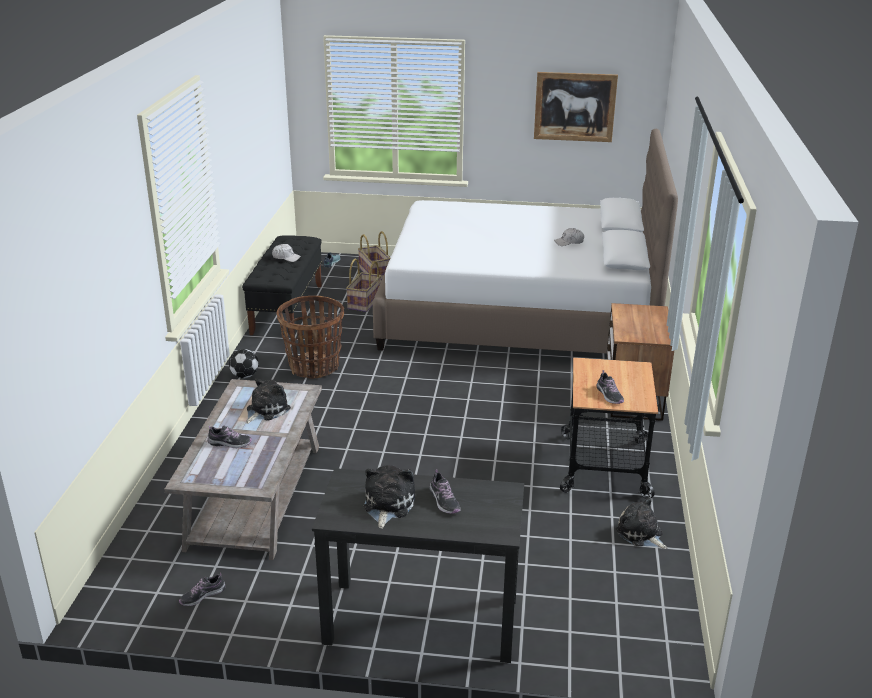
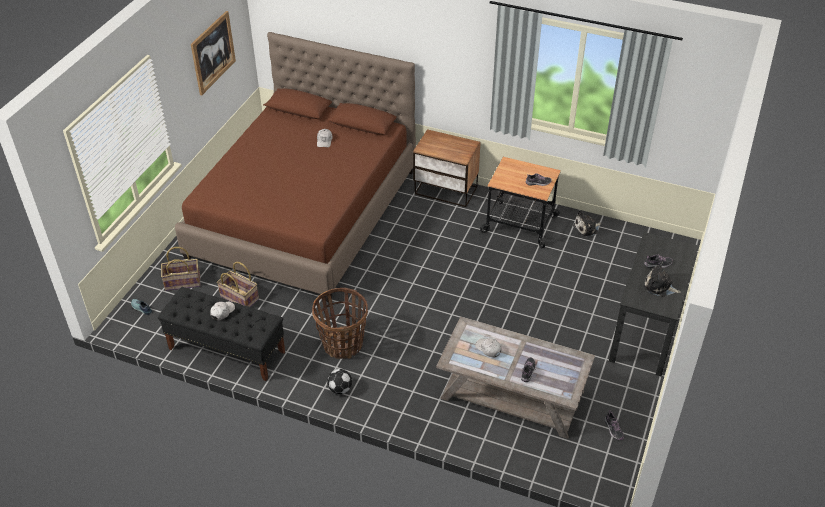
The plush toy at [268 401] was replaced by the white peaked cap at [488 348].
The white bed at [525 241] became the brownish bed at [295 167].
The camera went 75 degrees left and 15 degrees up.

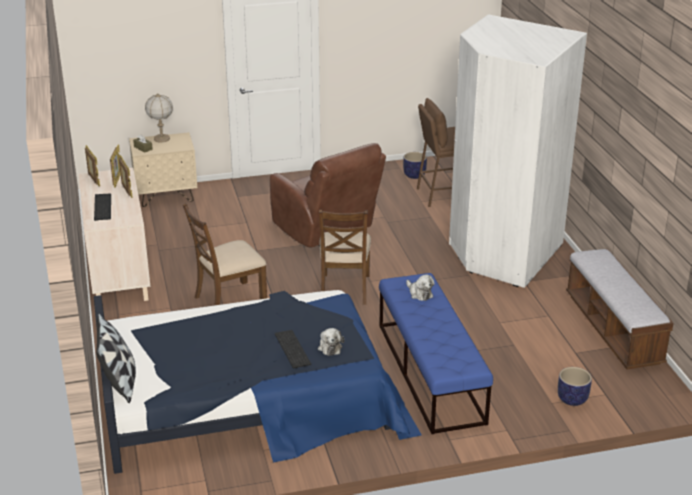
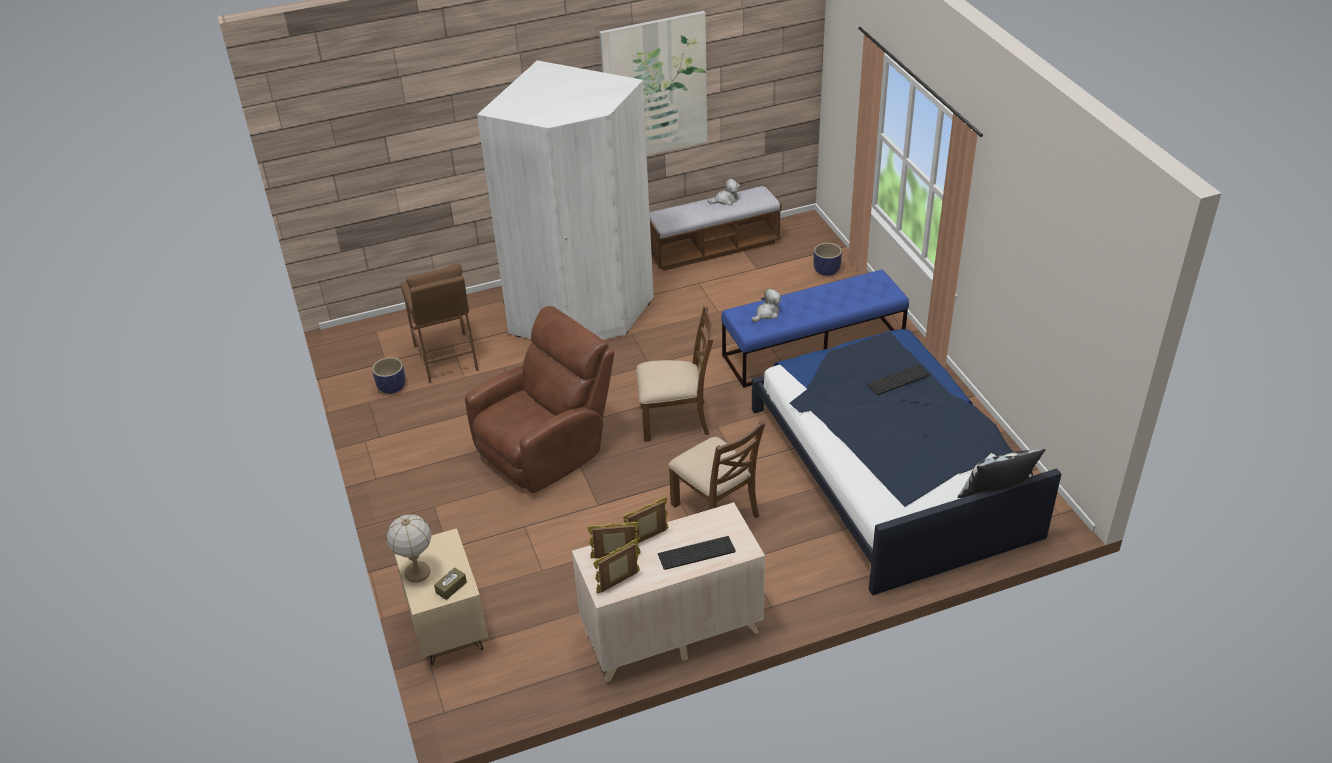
The plush toy moved from [331 342] to [723 192].
The wall art at [653 83] appeared.
The camera went 95 degrees left and 10 degrees up.

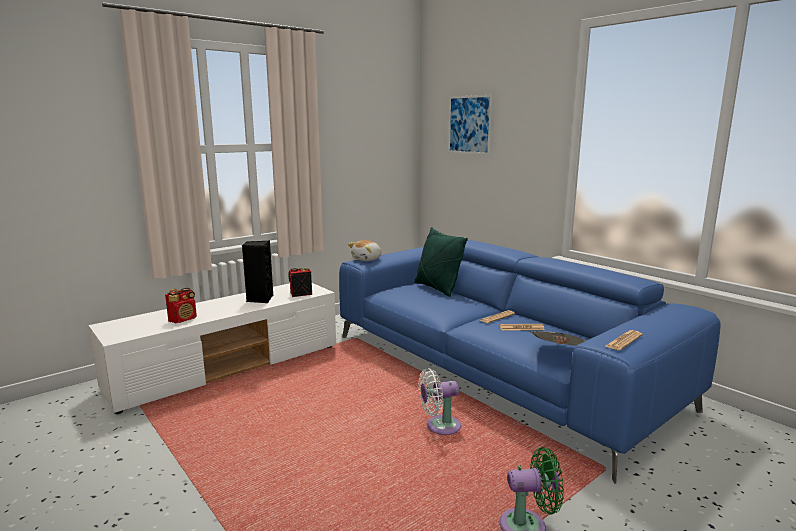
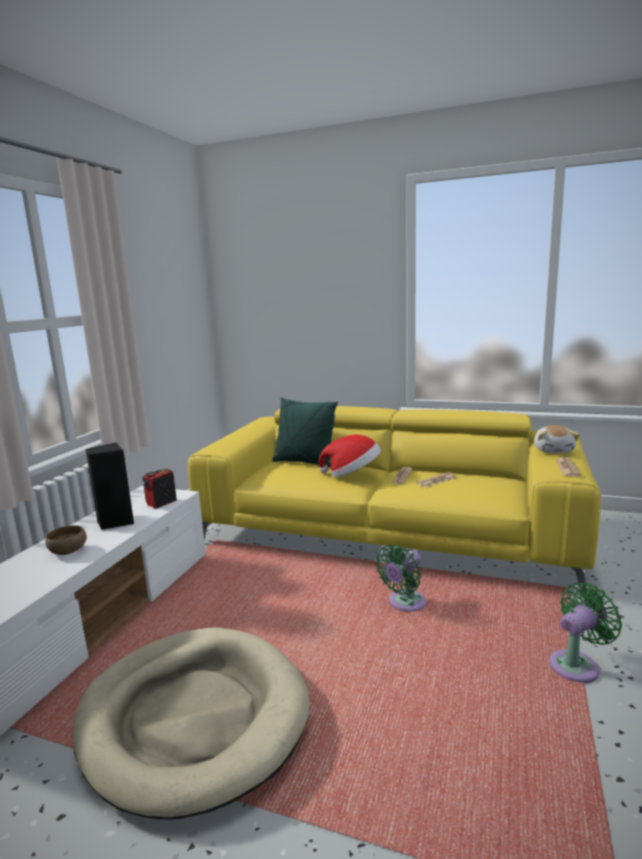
The radio set at [181 306] disappeared.
The blue-coloured sofa at [530 362] became the yellow-coloured sofa at [394 501].
The plush toy moved from [365 250] to [557 439].
The white electric fan at [439 401] became the green-coloured electric fan at [401 578].
The wall art at [470 125] disappeared.
The printed paper at [557 338] disappeared.
The brownish deep dish at [66 540] appeared.
The sand-coloured dog bed at [191 723] appeared.
The wearable hat at [350 456] appeared.
The camera went 30 degrees left and 0 degrees up.

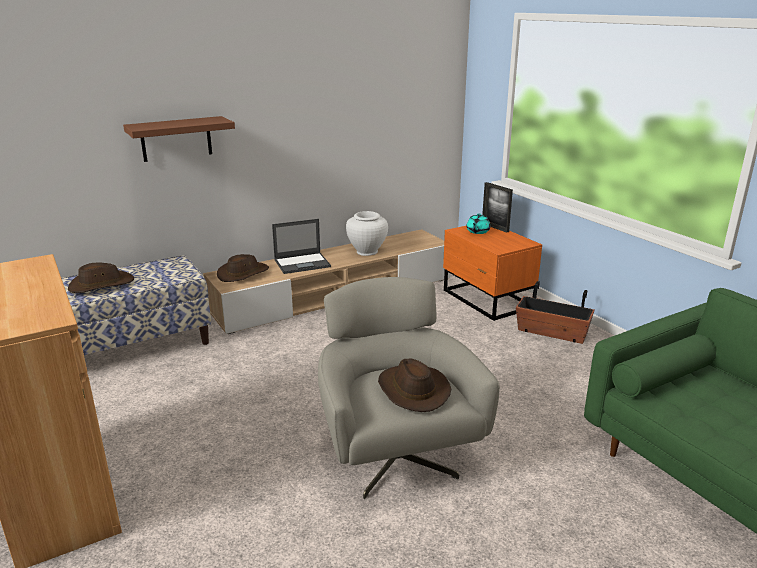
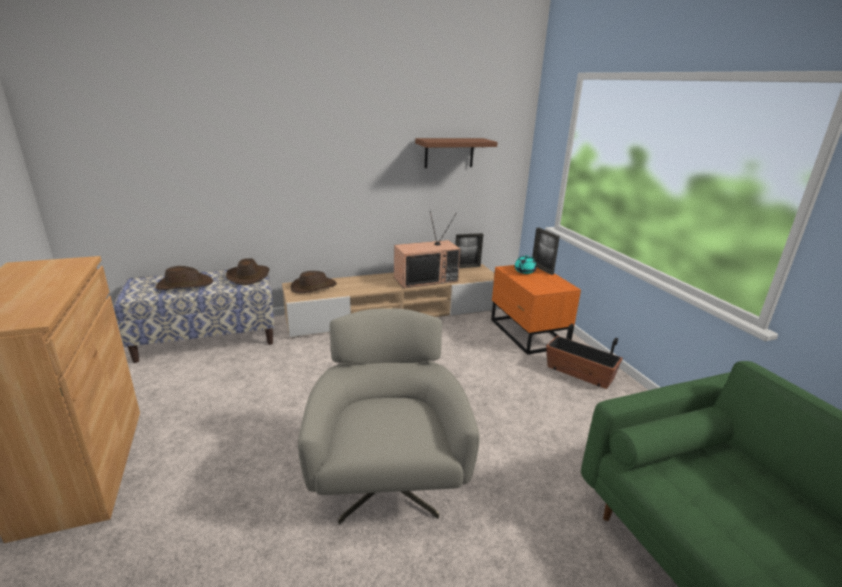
The brownish wall shelf moved from [179 139] to [456 153].
The laptop at [301 246] disappeared.
The white vase at [367 233] was replaced by the television at [427 249].
The brownish wearable hat moved from [414 385] to [247 271].
The photo frame at [469 250] appeared.
The camera went 10 degrees right and 0 degrees up.

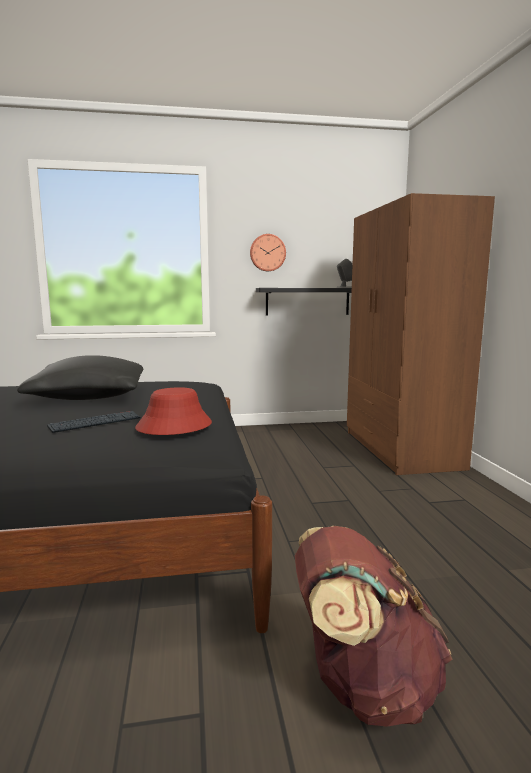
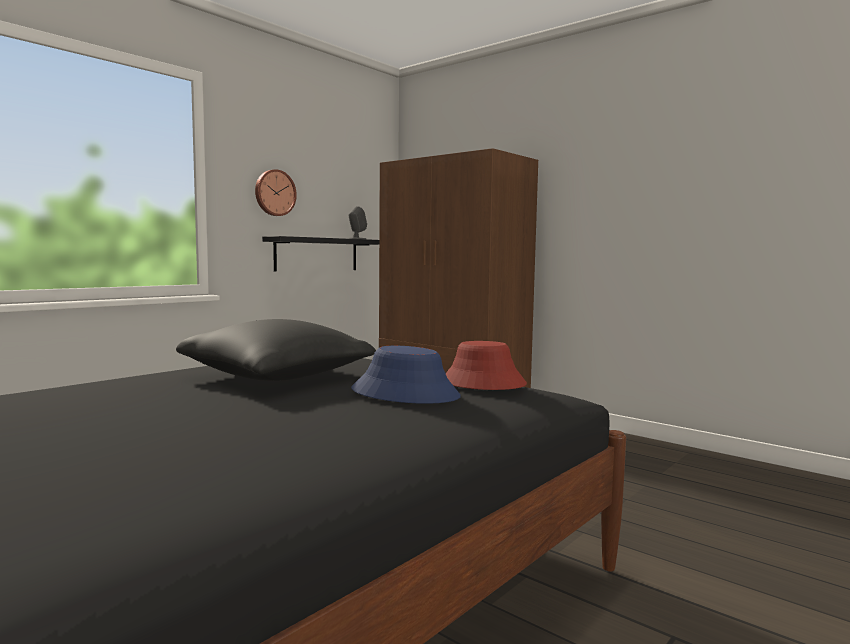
The computer keyboard at [93 422] was replaced by the blue-coloured wearable hat at [406 375].
The brownish backpack at [374 626] disappeared.
The camera went 40 degrees left and 5 degrees down.

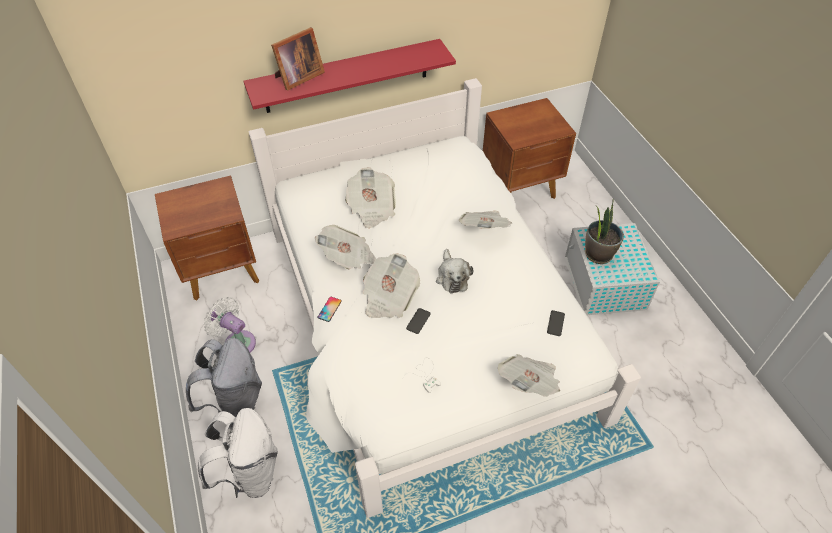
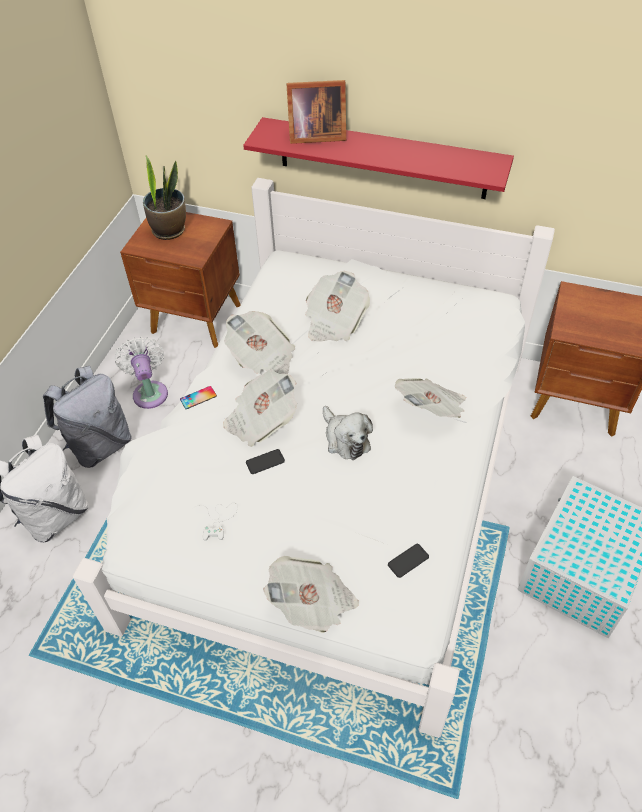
The plush toy at [454 271] turned 60 degrees counterclockwise.
The houseplant moved from [604 231] to [164 198].
The camera went 40 degrees right and 0 degrees up.

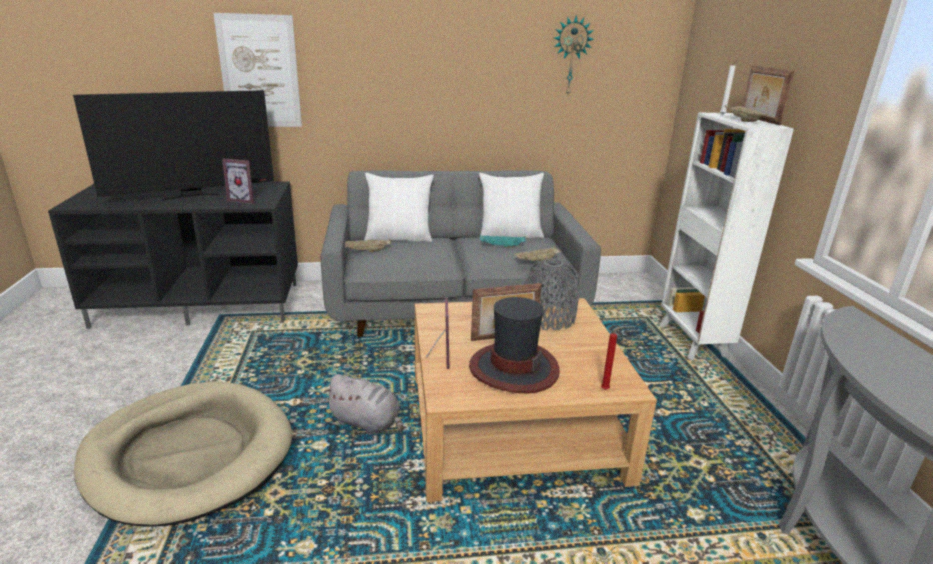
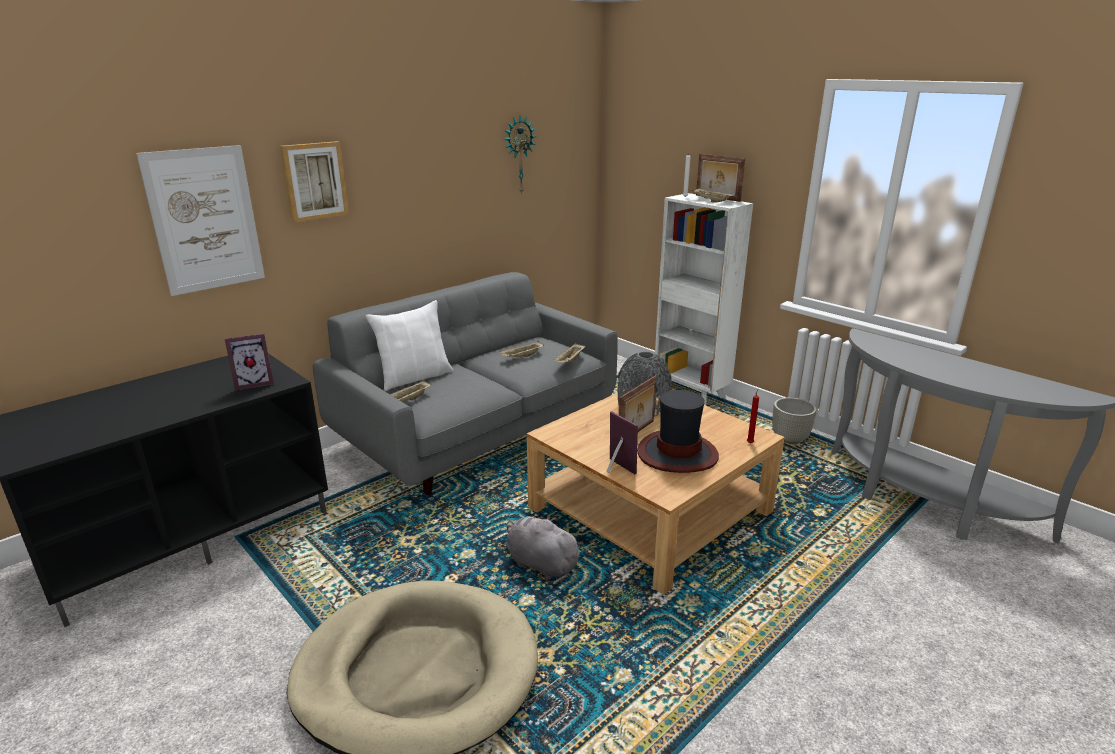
The television at [173 145] disappeared.
The grey plush toy at [363 404] turned 135 degrees counterclockwise.
The white cushion at [511 205] disappeared.
The turquoise tray at [503 241] became the sand-coloured tray at [522 349].
The wall art at [314 182] appeared.
The grey flower pot at [794 420] appeared.
The camera went 35 degrees left and 0 degrees up.

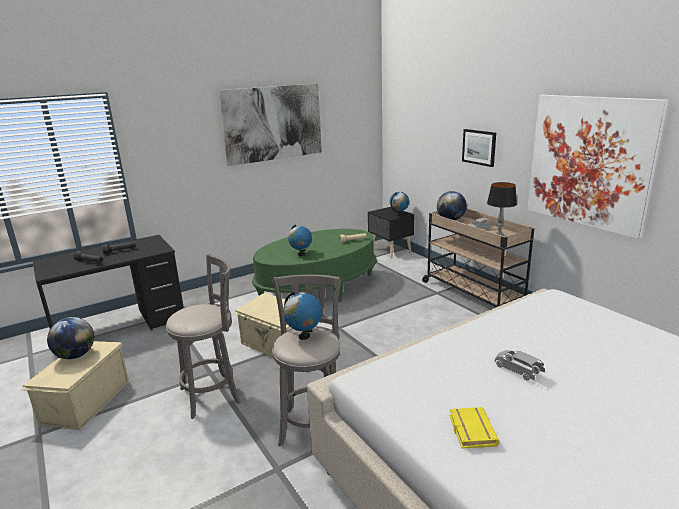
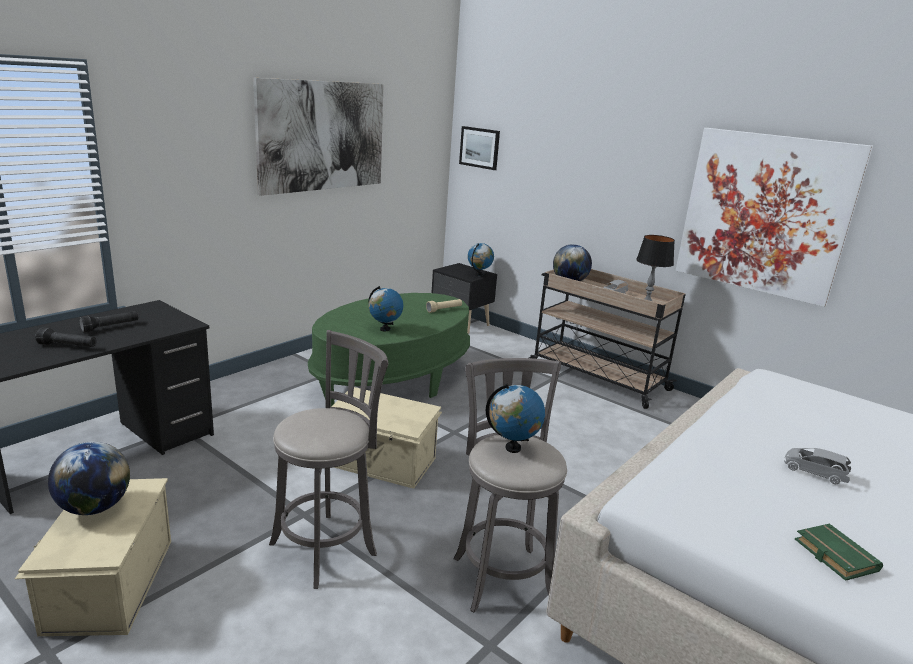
The yellow-coloured book at [474 428] became the green-coloured book at [839 552].
The wall art moved from [479 148] to [479 148].
The camera went 20 degrees left and 0 degrees up.

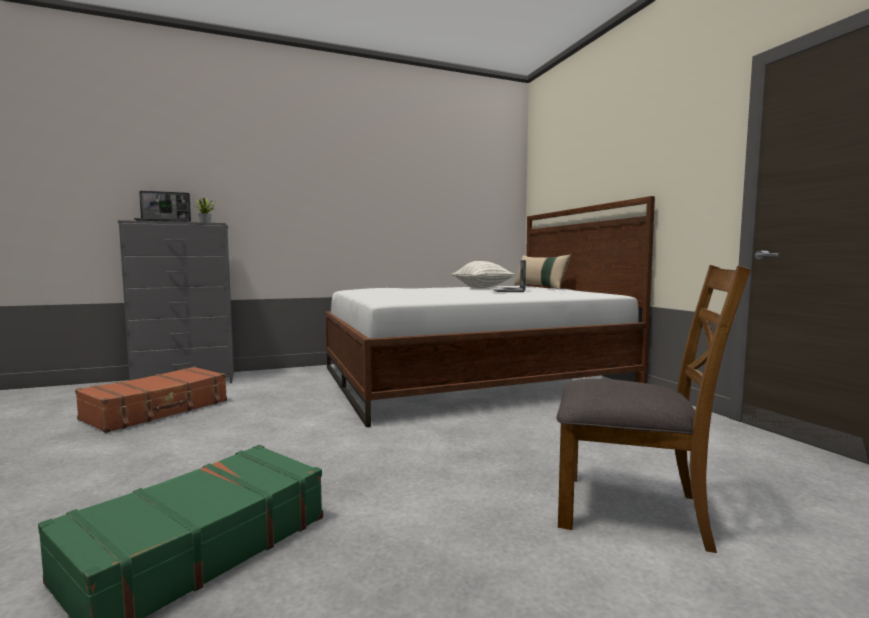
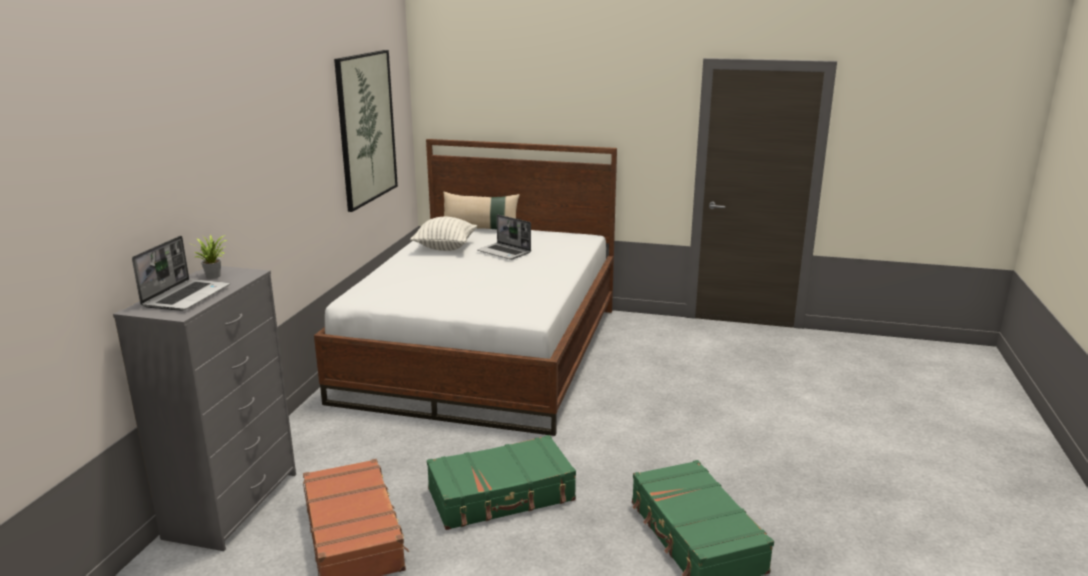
The brownish plain chair at [653 409] disappeared.
The wall art at [366 131] appeared.
The green-coloured piece of luggage at [501 482] appeared.
The camera went 55 degrees left and 15 degrees up.

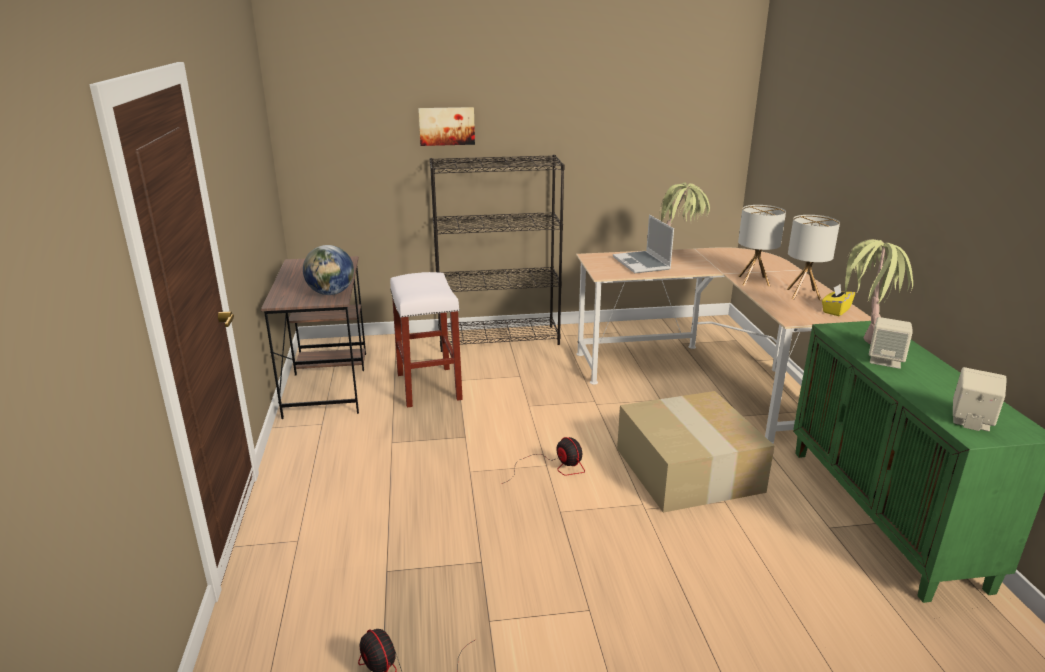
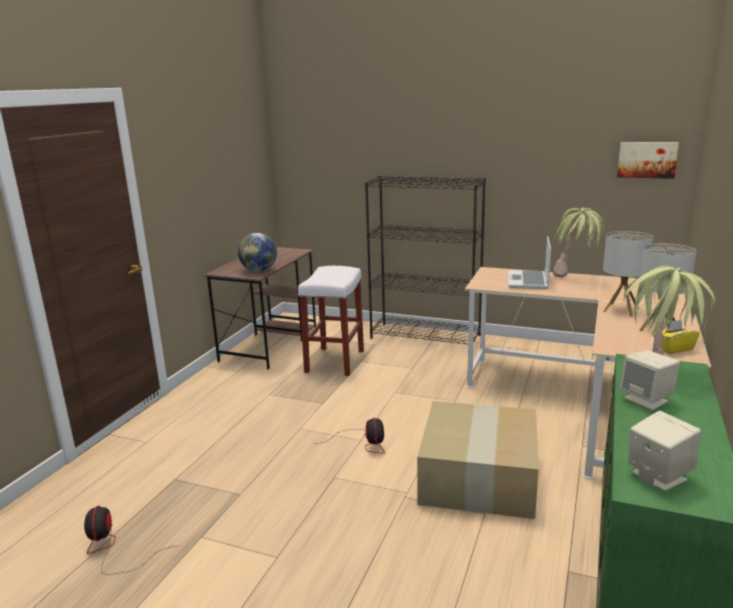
The wall art moved from [446 126] to [648 160].
The camera went 30 degrees right and 5 degrees down.

